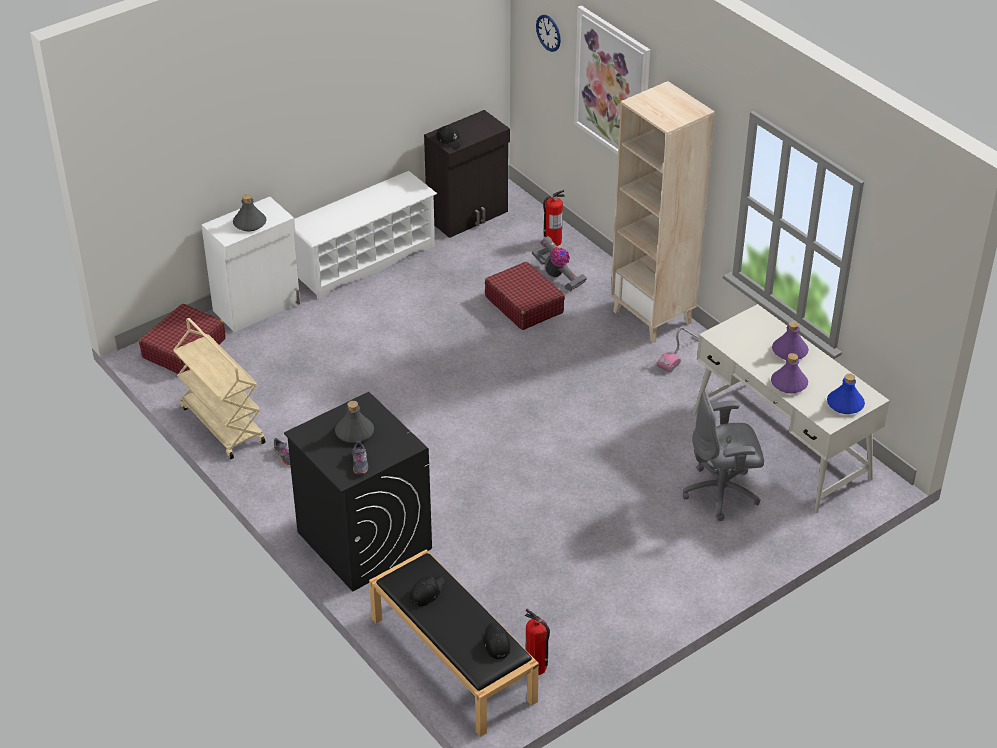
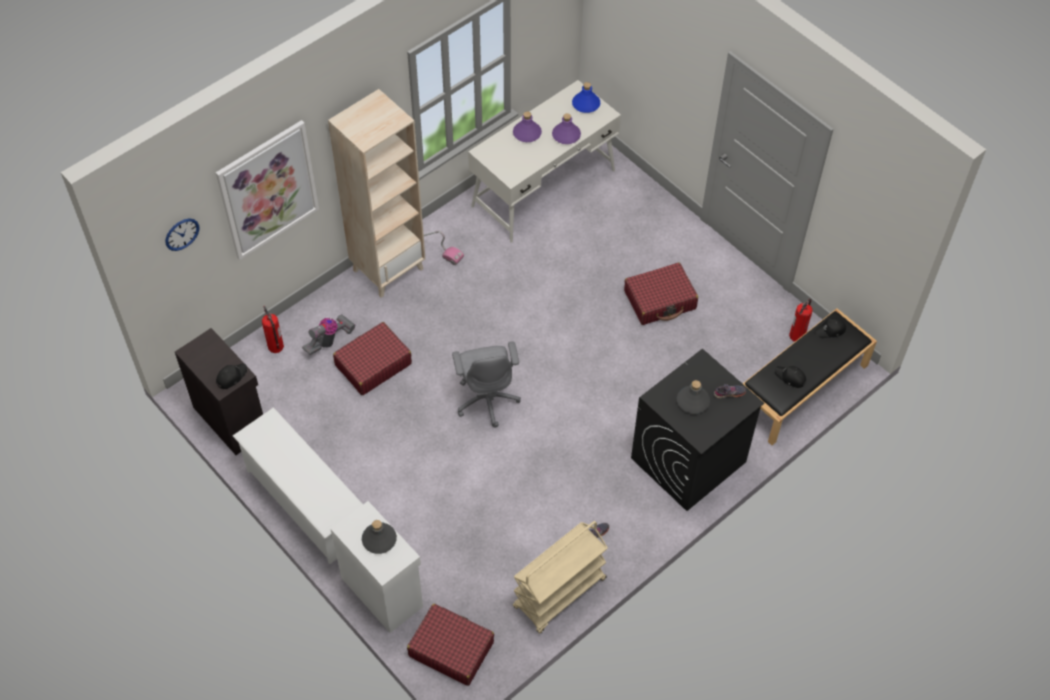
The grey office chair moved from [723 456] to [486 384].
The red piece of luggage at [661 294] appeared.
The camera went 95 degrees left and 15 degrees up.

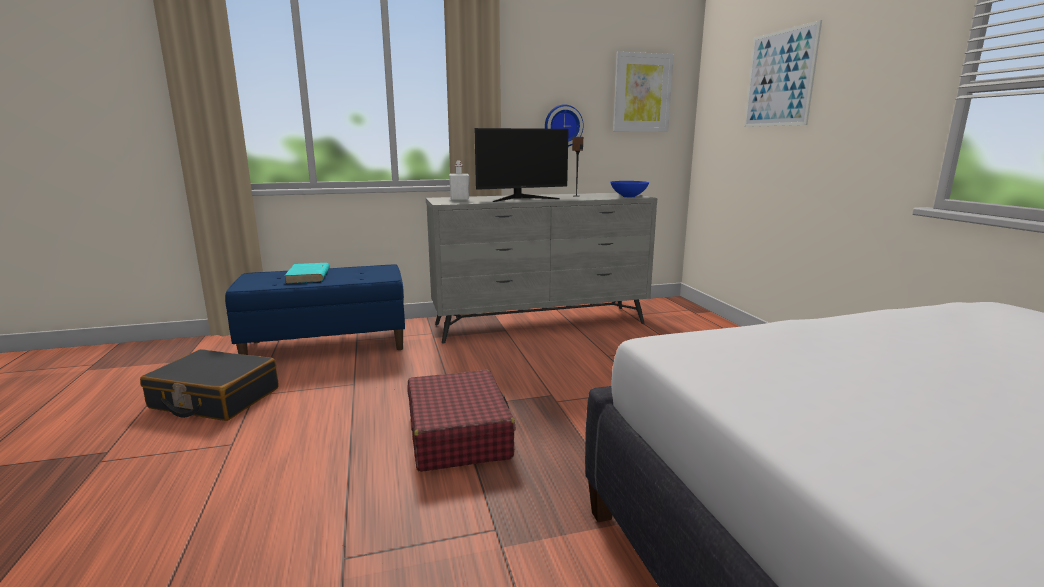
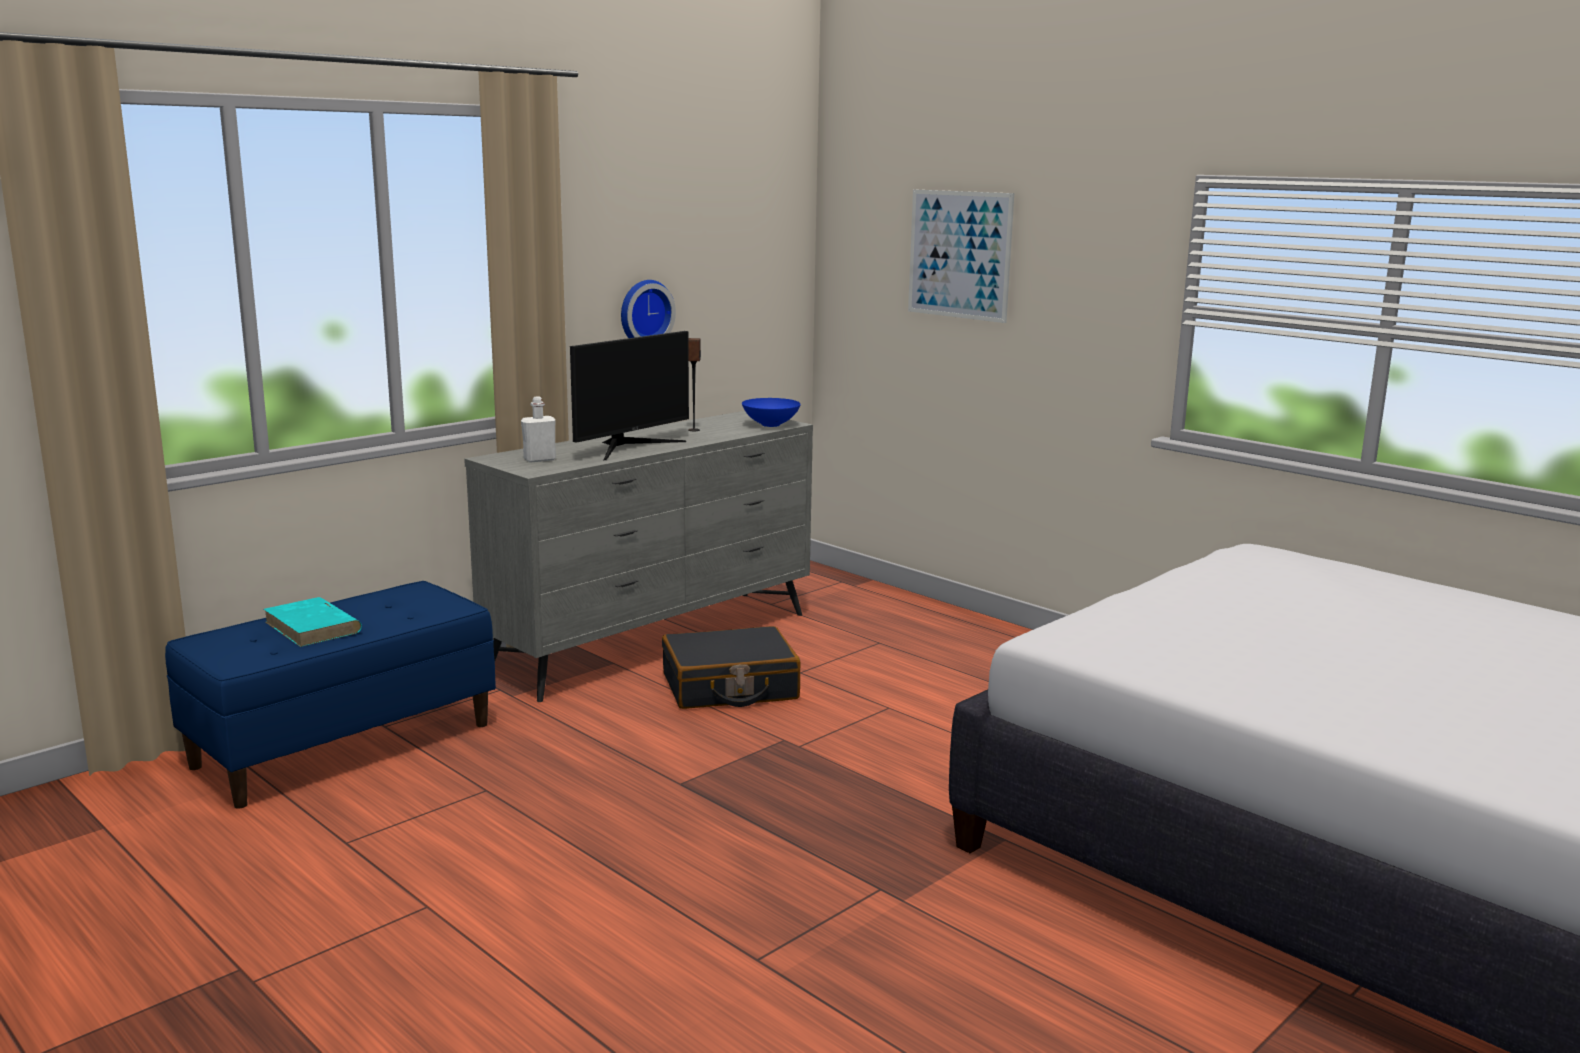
The blackish piece of luggage moved from [209 385] to [731 667].
The red piece of luggage at [461 421] disappeared.
The wall art at [643 92] disappeared.
The camera went 30 degrees left and 0 degrees up.

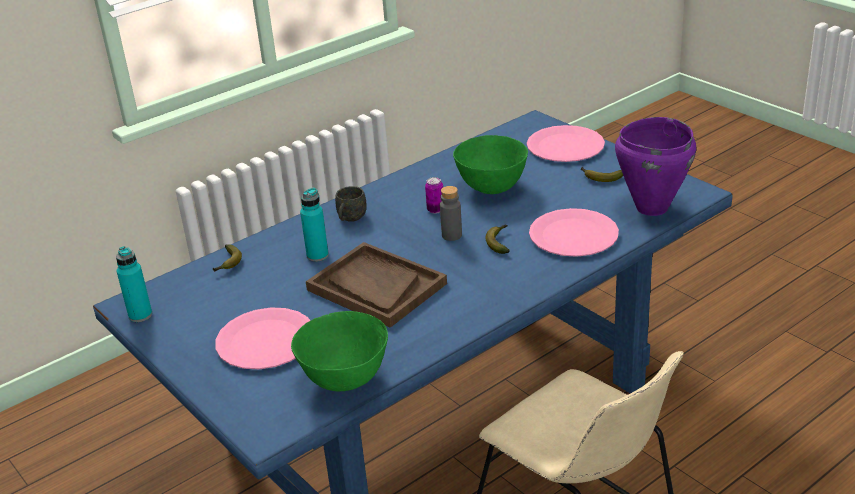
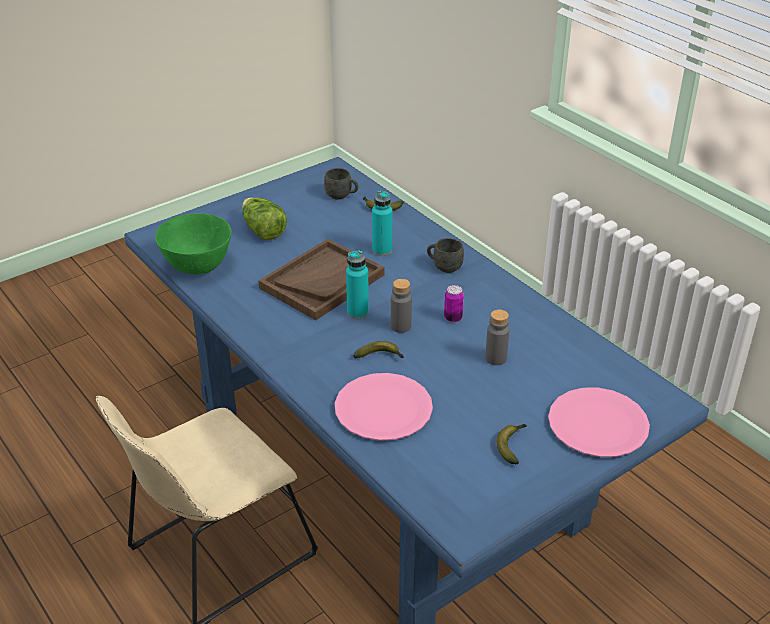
The turquoise drink bottle moved from [134 284] to [357 284].
The pink plate at [263 338] was replaced by the lettuce at [264 219].
The green-coloured deep dish at [490 164] was replaced by the grey drink bottle at [497 337].
The purplish stockpot at [655 166] disappeared.
The grey tea mug at [341 184] appeared.
The camera went 90 degrees right and 5 degrees up.

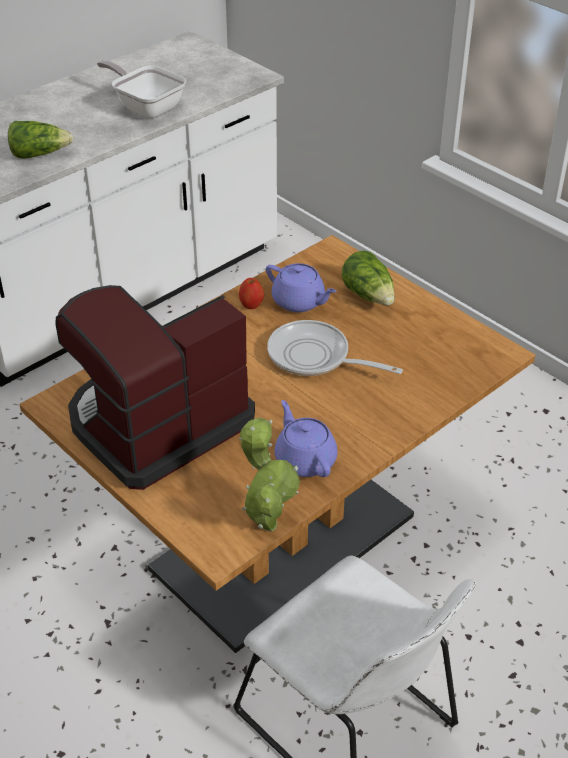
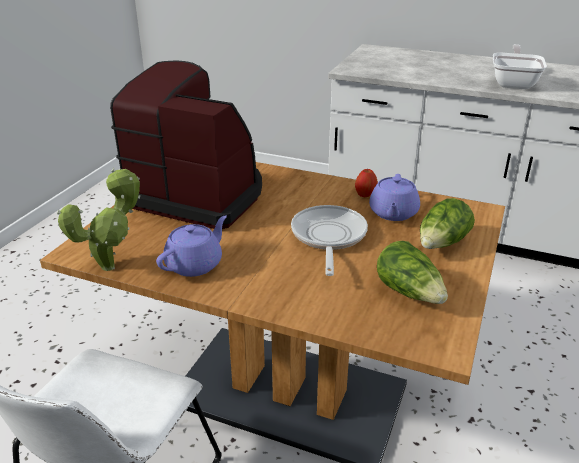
The lettuce moved from [41 140] to [412 272].
The camera went 65 degrees right and 10 degrees down.

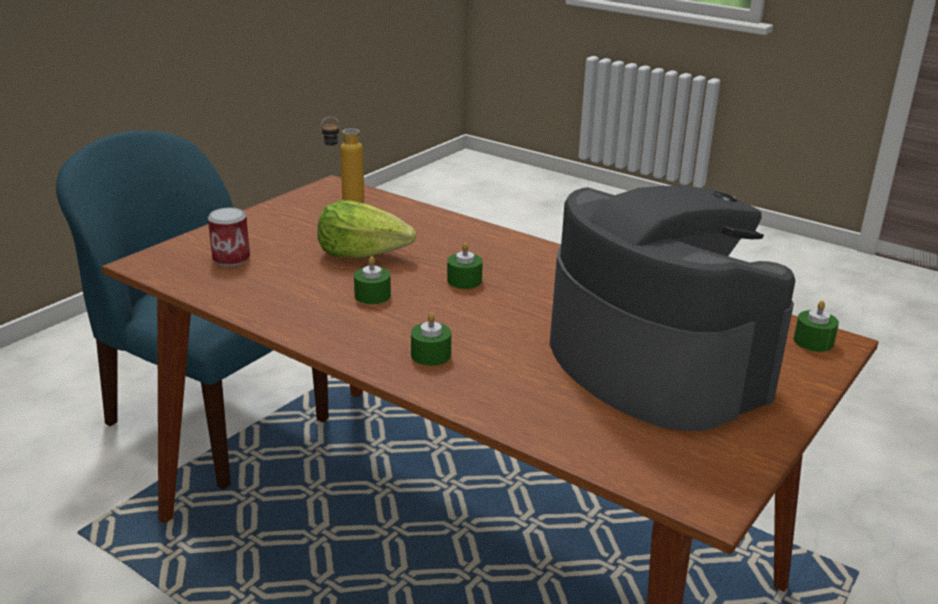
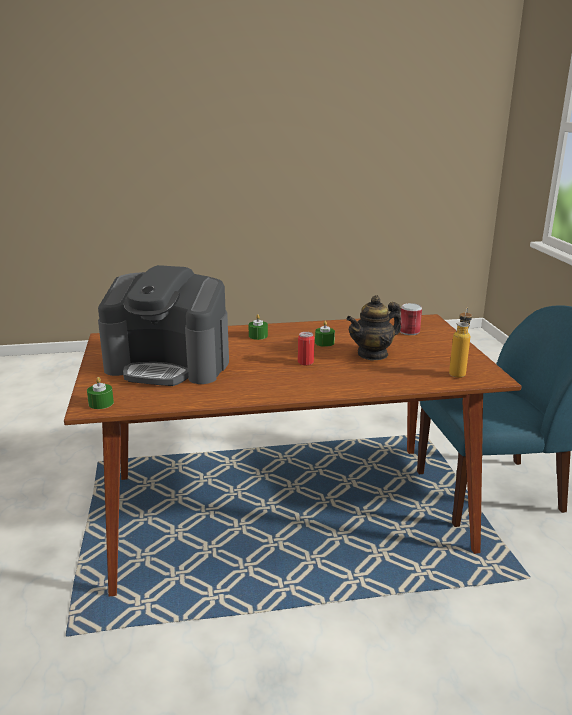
The lettuce at [367 229] was replaced by the teapot at [374 328].
The green-coloured candle at [465 266] was replaced by the metal can at [306 348].
The camera went 135 degrees right and 5 degrees down.

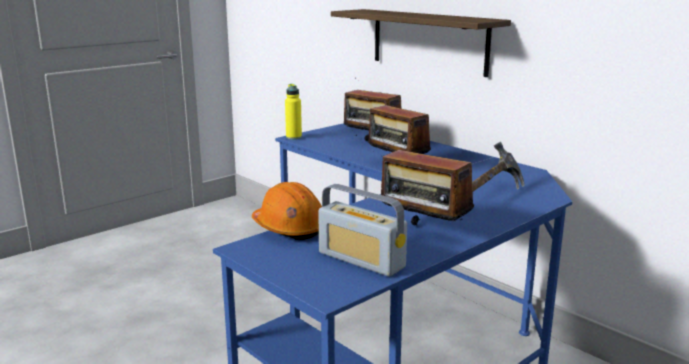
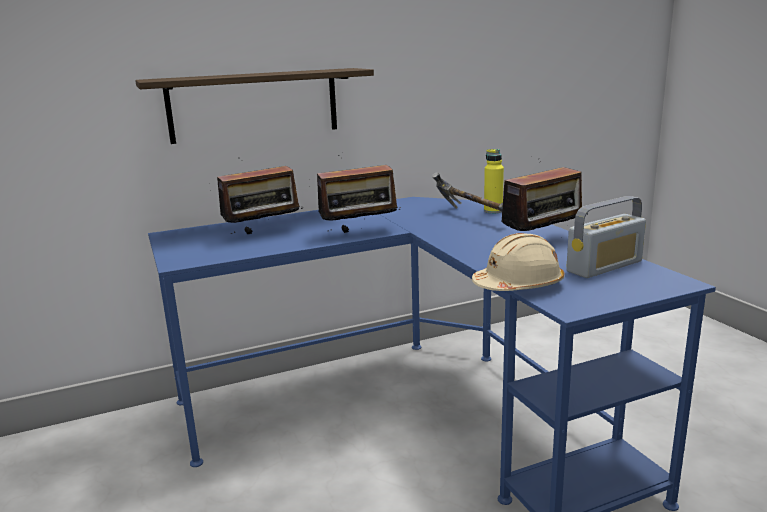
The orangey safety helmet at [287 211] became the sand-coloured safety helmet at [518 262].
The yellow-coloured drink bottle moved from [293 112] to [494 181].
The camera went 70 degrees left and 0 degrees up.

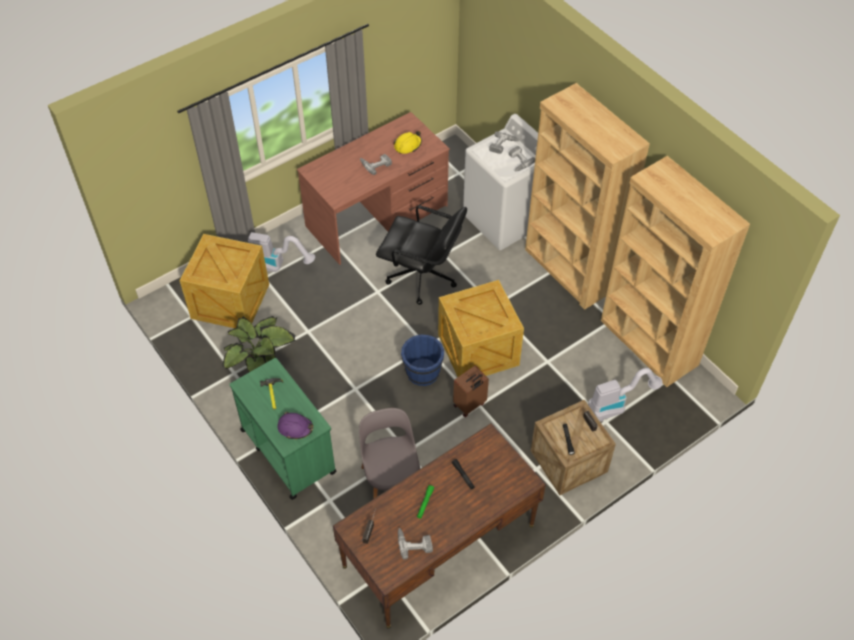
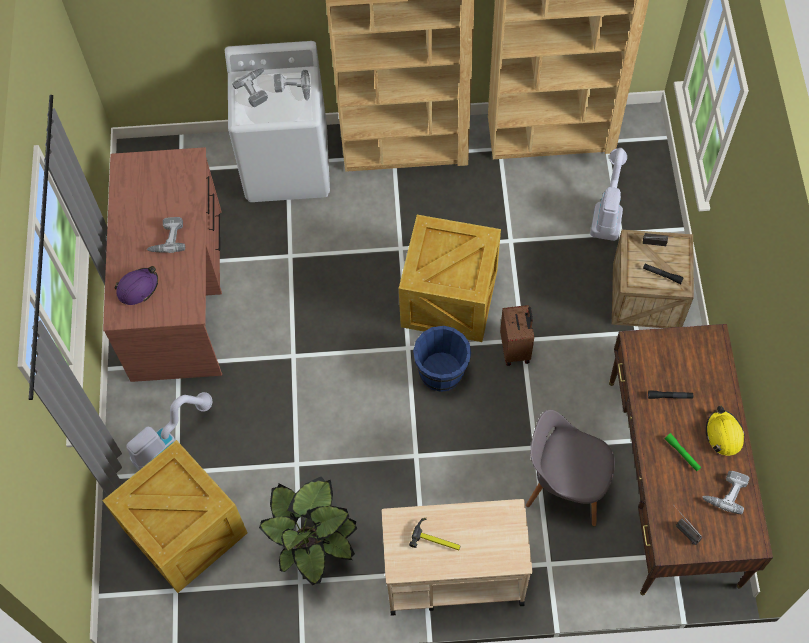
The green-coloured wheeled cart at [282 429] became the sand-coloured wheeled cart at [456 557].
The purplish safety helmet moved from [295 425] to [136 285].
The blackish office chair at [421 255] disappeared.
The yellow-coloured safety helmet moved from [407 142] to [725 431].
The camera went 55 degrees left and 10 degrees up.

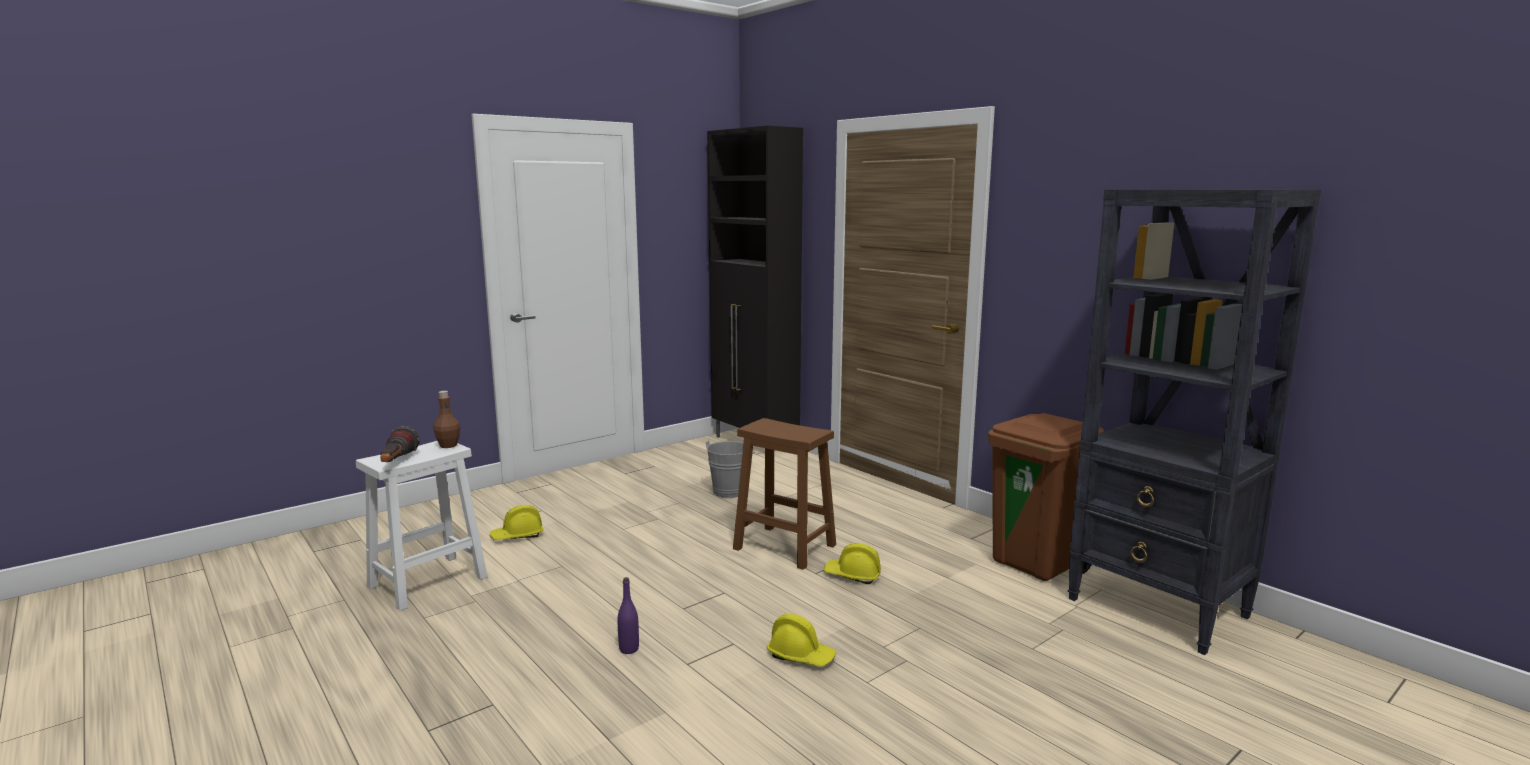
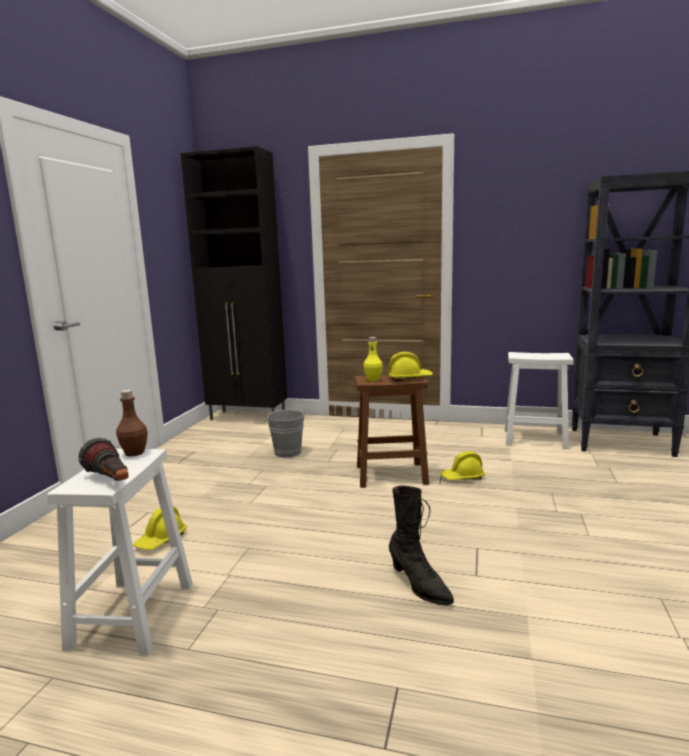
The purplish drink bottle at [628 615] was replaced by the blackish boot at [421 545].
The yellow-coloured safety helmet moved from [801 640] to [410 366].
The brownish rubbish bin at [1046 497] was replaced by the white stool at [539 400].
The yellow-coloured drink bottle at [373 359] appeared.
The camera went 35 degrees left and 0 degrees up.

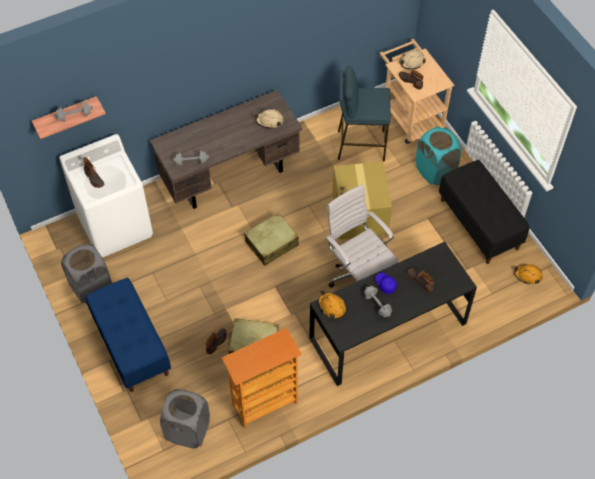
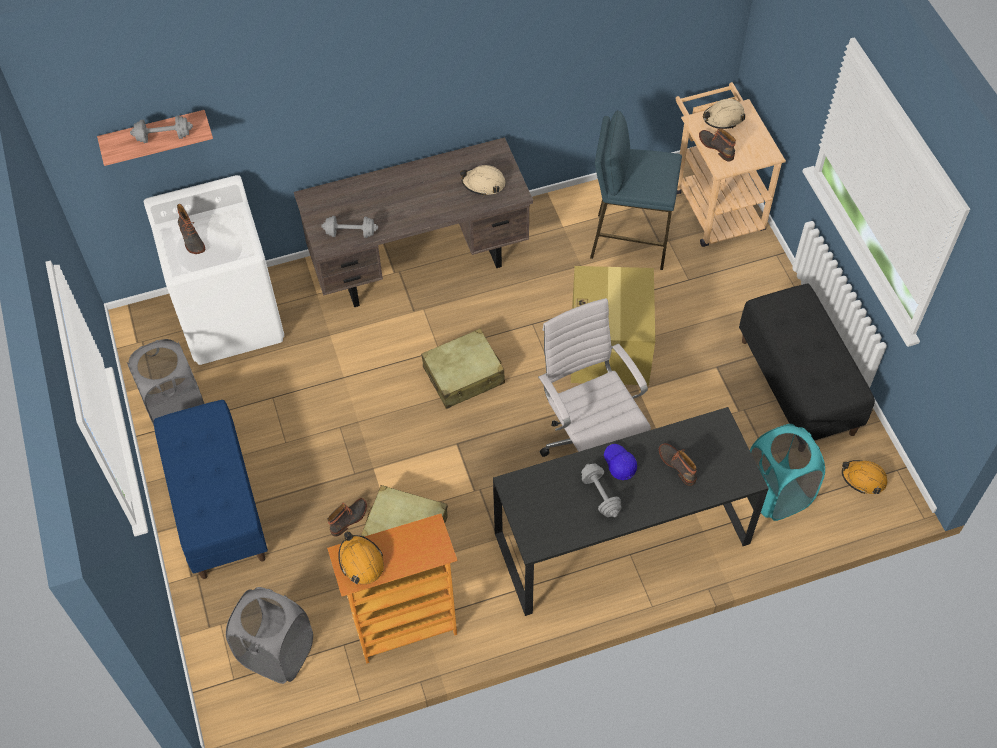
The orangey safety helmet moved from [332 304] to [361 557].
The turquoise laundry basket moved from [438 155] to [787 472].
The camera went 10 degrees right and 0 degrees up.

